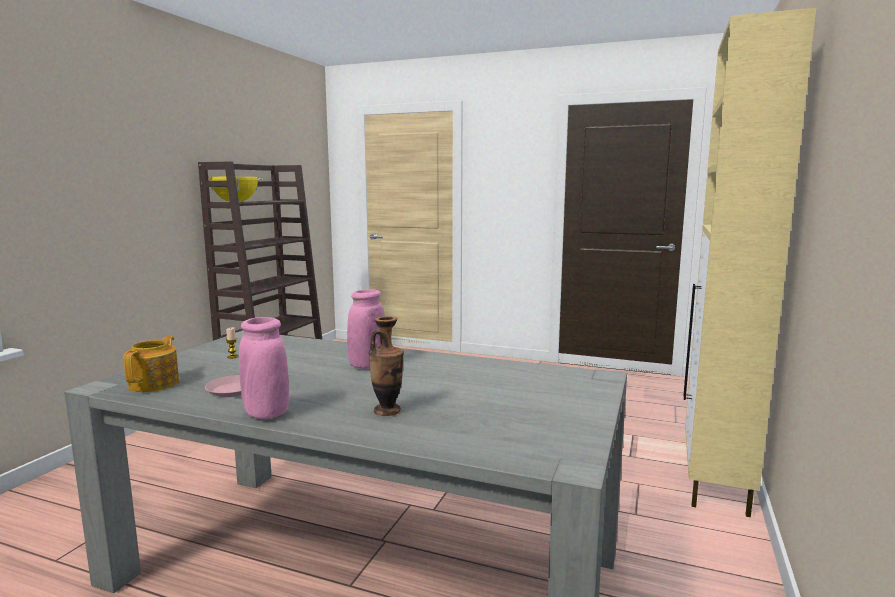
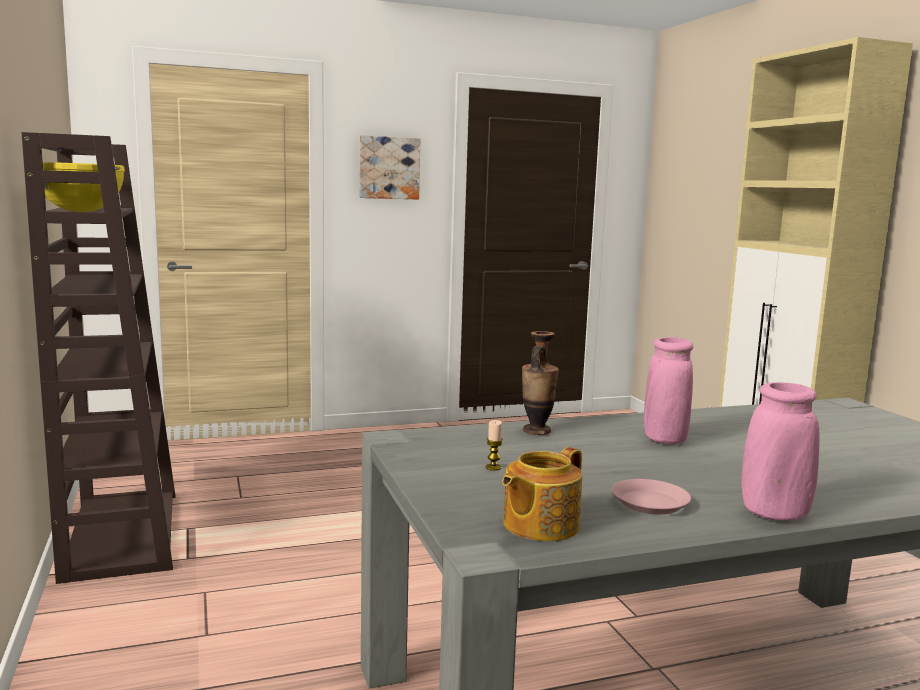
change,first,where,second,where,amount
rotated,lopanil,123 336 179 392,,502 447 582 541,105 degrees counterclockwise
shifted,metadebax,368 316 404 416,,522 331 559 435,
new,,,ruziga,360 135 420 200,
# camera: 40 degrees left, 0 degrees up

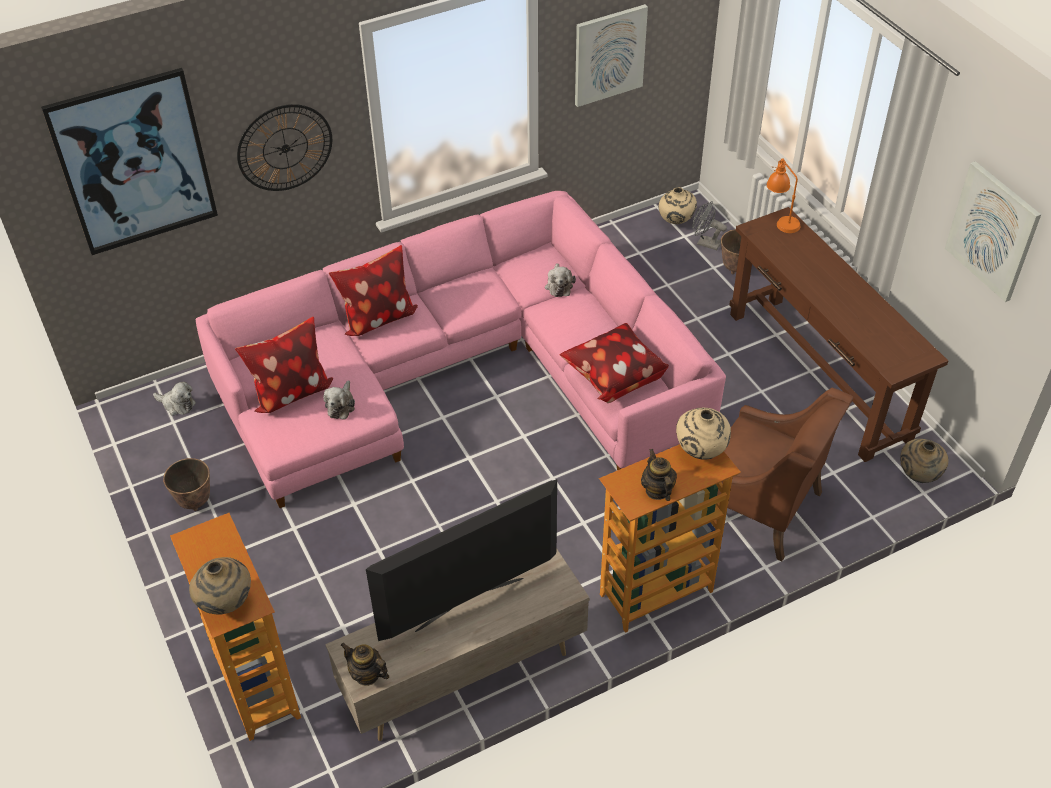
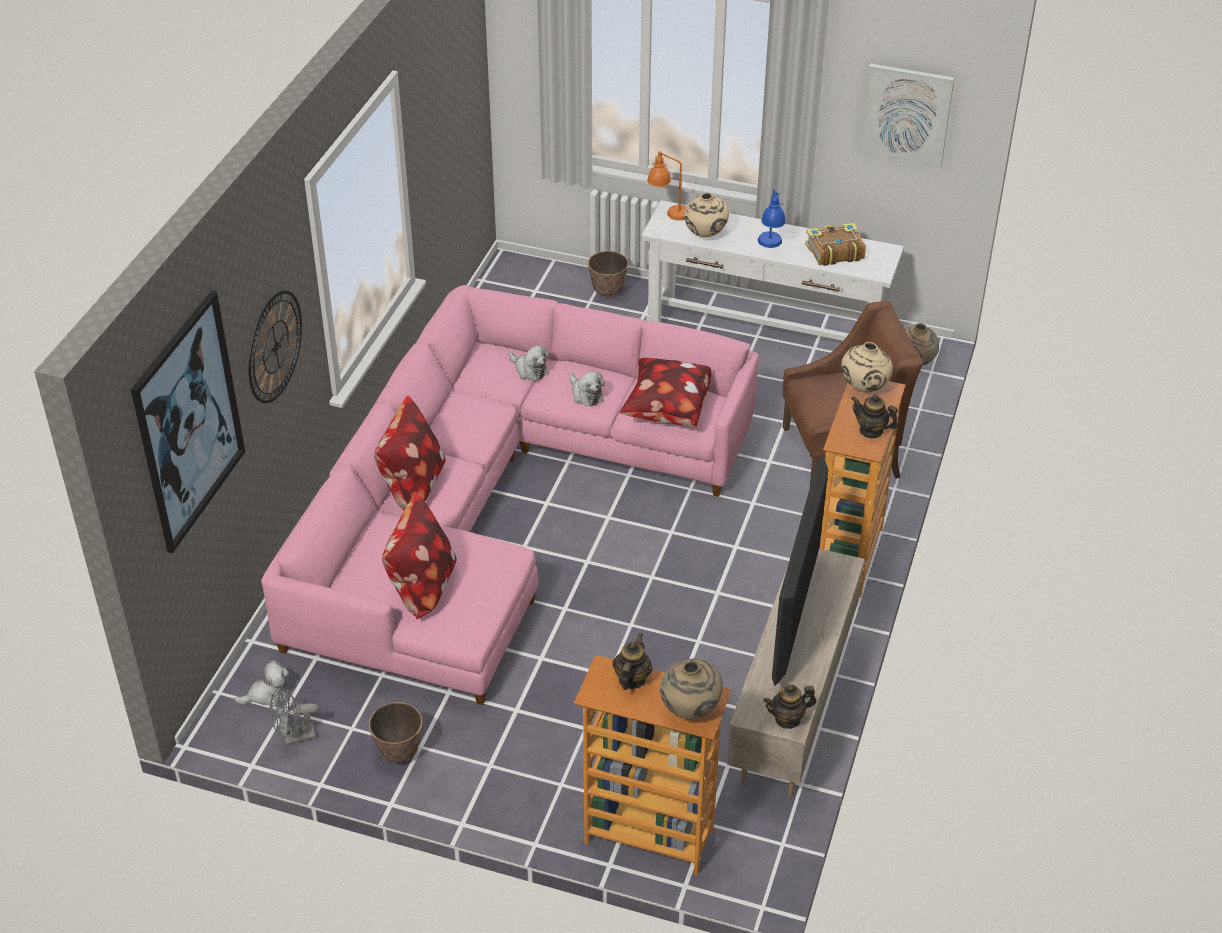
change,first,where,second,where,amount
shifted,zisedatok,323 380 355 420,,570 371 605 407,
gone,ruziga,575 4 648 107,,,
shifted,beige metadebax,658 187 697 224,,684 193 729 238,
shifted,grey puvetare,692 201 727 250,,269 685 318 745,
repainted,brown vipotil,729 207 948 462,white vipotil,641 200 904 341,
new,,,lopanil,613 633 653 690,
new,,,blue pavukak,758 189 786 248,
new,,,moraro,805 223 866 266,
# camera: 45 degrees left, 5 degrees down

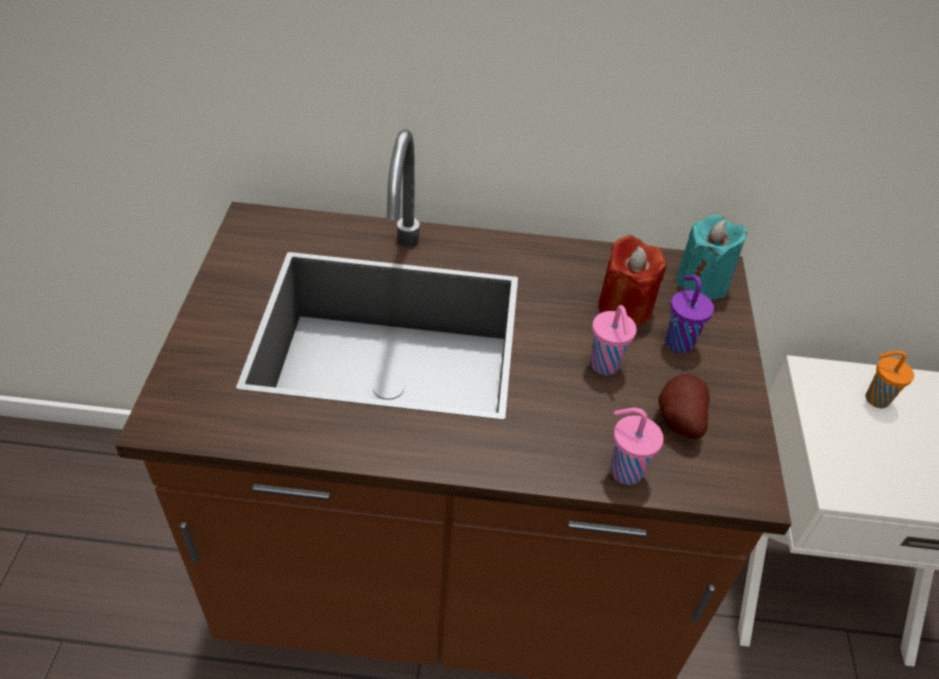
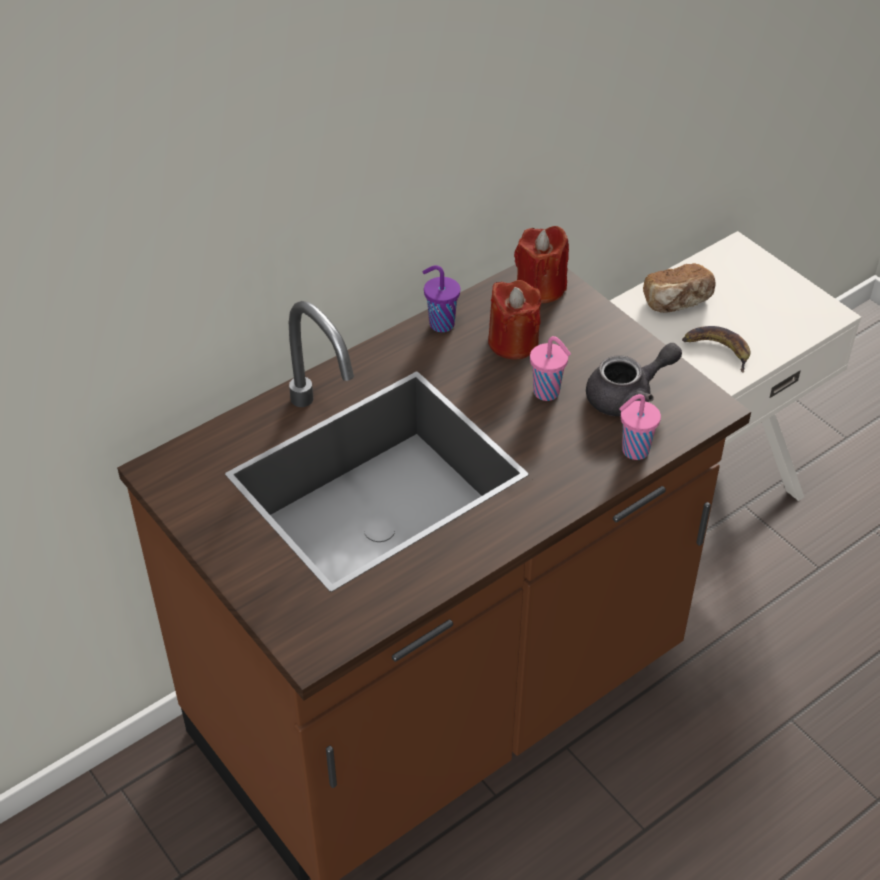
change,first,where,second,where,amount
swapped,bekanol,658 374 710 439,grey lopanil,586 343 682 416,
shifted,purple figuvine,666 275 714 353,,423 265 460 332,
repainted,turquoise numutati,676 215 747 300,red numutati,514 226 569 303,
swapped,orange figuvine,865 351 914 408,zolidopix,643 263 716 313,
new,,,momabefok,682 326 751 373,
# camera: 40 degrees left, 0 degrees up

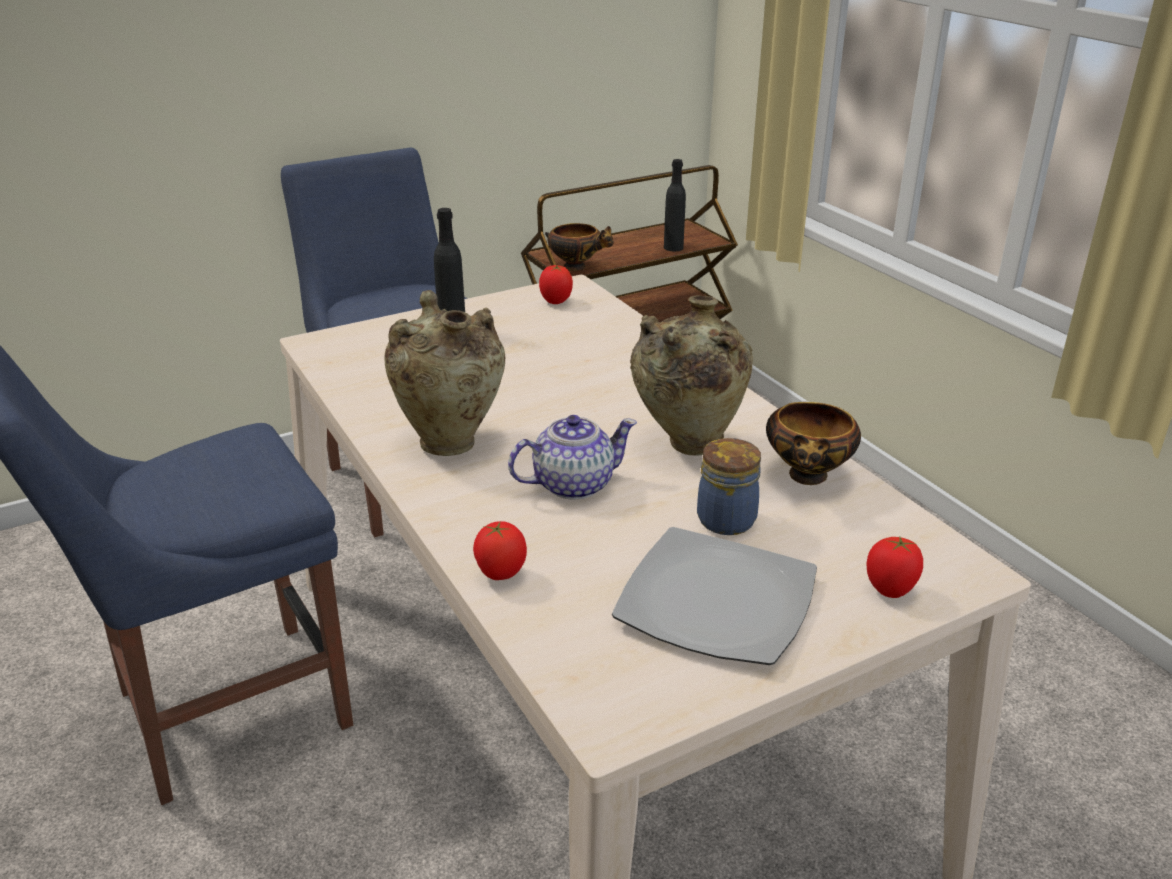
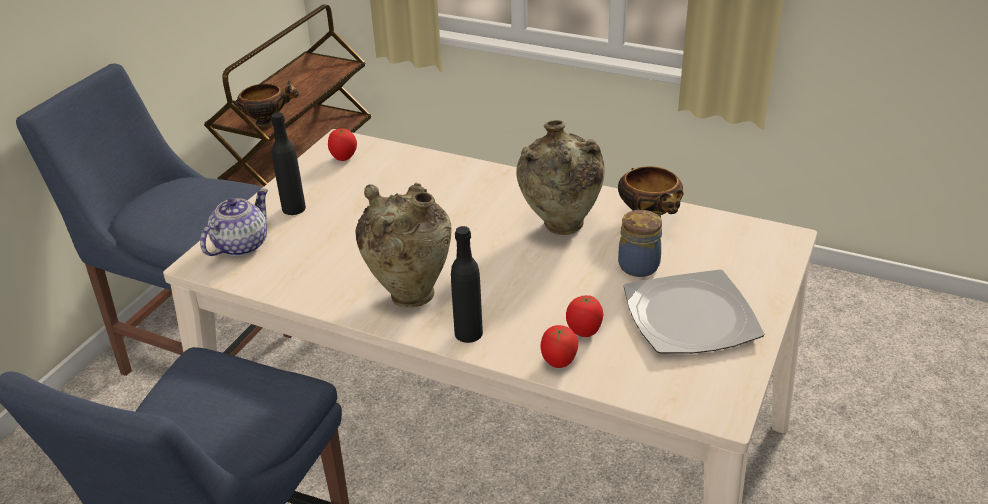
change,first,where,second,where,amount
shifted,lopanil,508 415 637 500,,200 189 268 256,
shifted,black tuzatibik,664 159 686 251,,451 226 483 343,
shifted,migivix,866 537 923 598,,566 295 603 337,
# camera: 35 degrees left, 5 degrees up

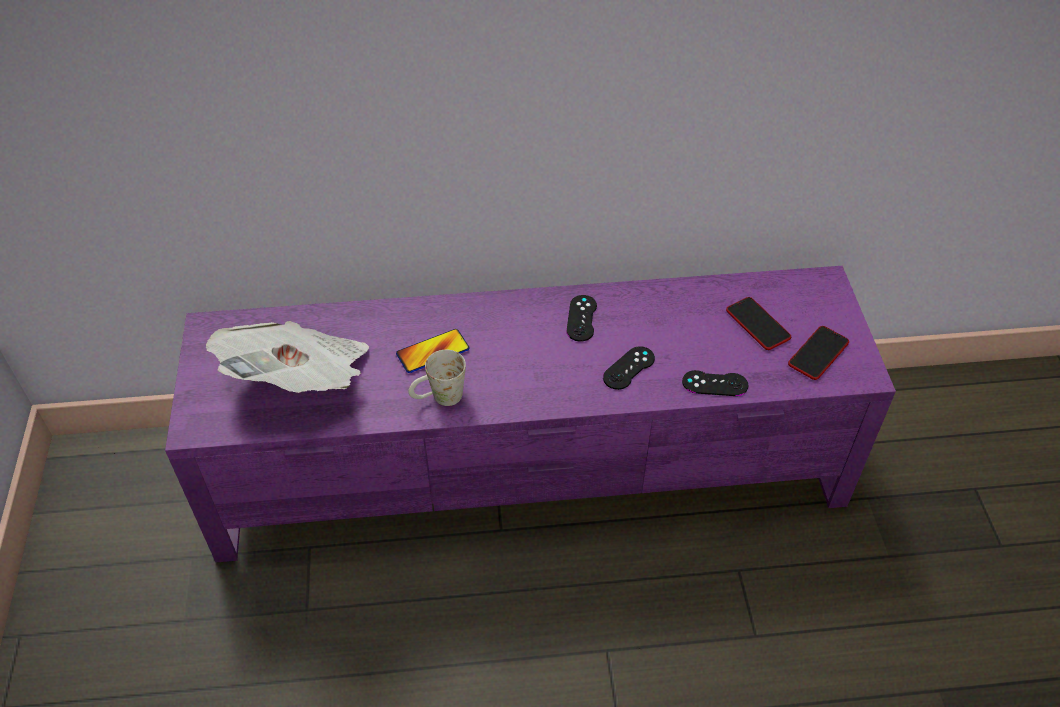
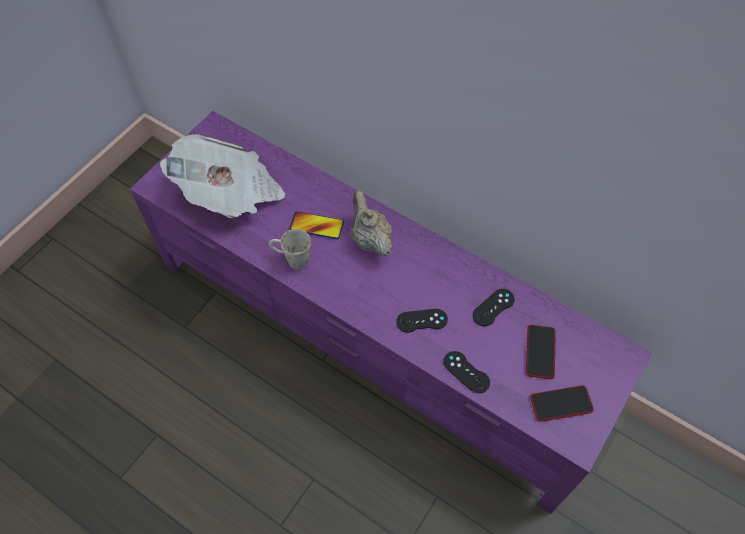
change,first,where,second,where,amount
shifted,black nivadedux,566 295 597 342,,472 289 515 326,
new,,,beige lopanil,351 190 392 256,
# camera: 40 degrees right, 10 degrees up

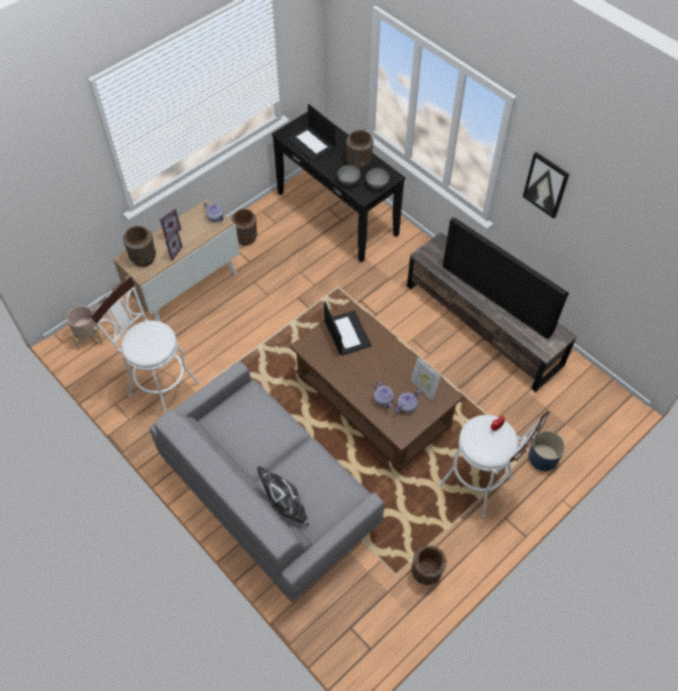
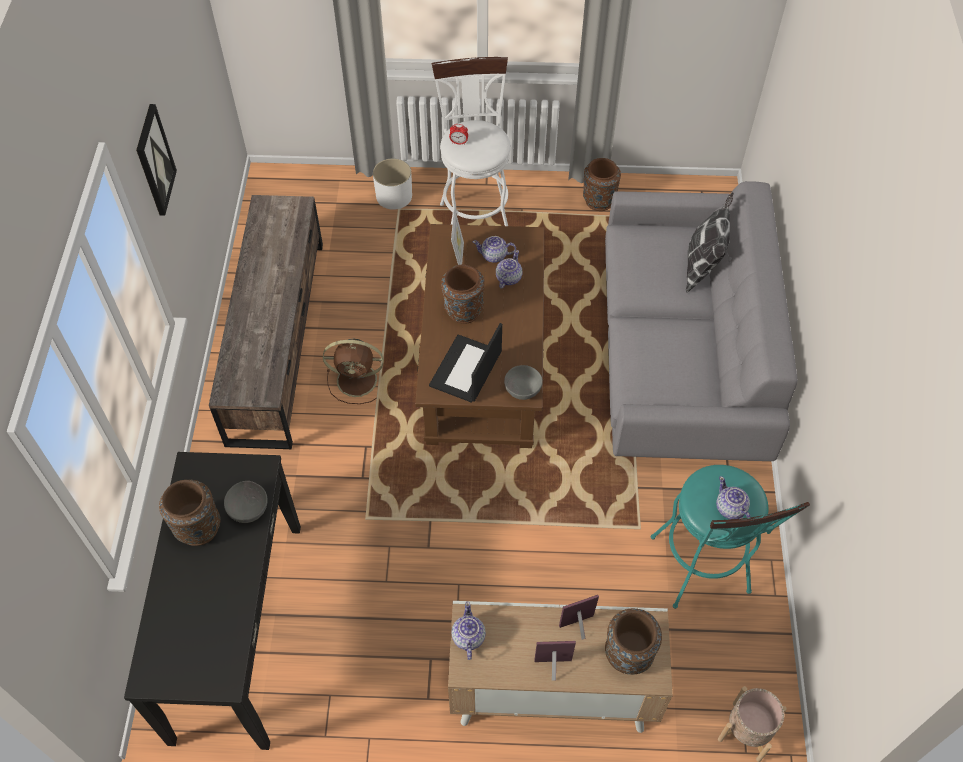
change,first,where,second,where,amount
repainted,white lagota,89 275 200 413,turquoise lagota,651 465 810 609,
shifted,brown metadebax,231 209 257 245,,441 264 484 324,
gone,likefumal,287 104 335 161,,,
shifted,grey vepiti,366 168 389 189,,504 365 543 400,
gone,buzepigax,443 217 569 339,,,
repainted,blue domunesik,528 431 565 471,white domunesik,373 158 412 210,
new,,,brown puvetare,323 339 384 404,
new,,,lopanil,716 476 751 519,
# camera: 135 degrees left, 0 degrees up

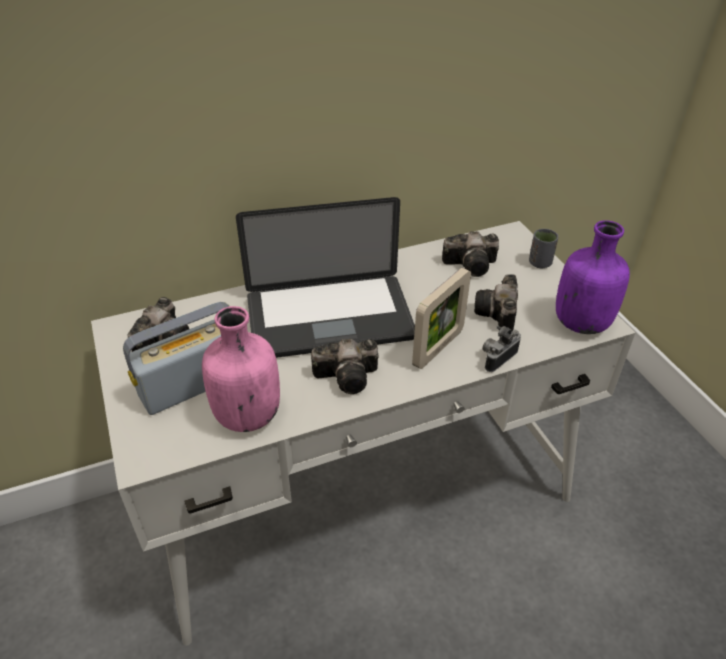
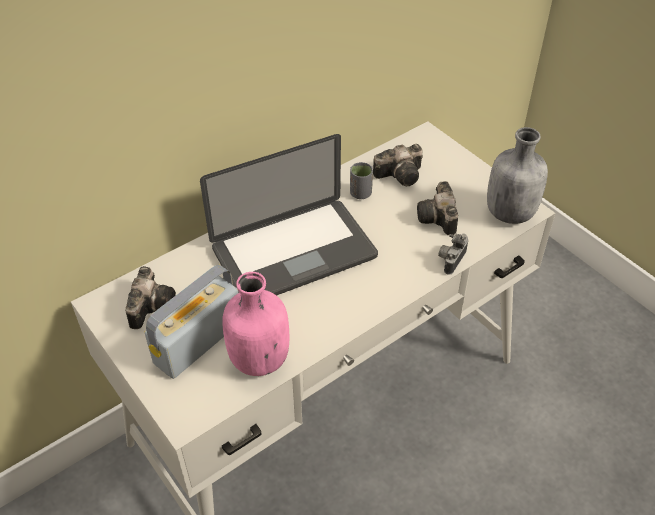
change,first,where,second,where,amount
gone,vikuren,311 338 378 394,,,
gone,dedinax,412 268 471 369,,,
shifted,grey figuvine,529 229 558 268,,350 162 373 199,
repainted,purple tuzatibik,556 220 630 334,grey tuzatibik,487 127 548 224,
# camera: 15 degrees left, 5 degrees up

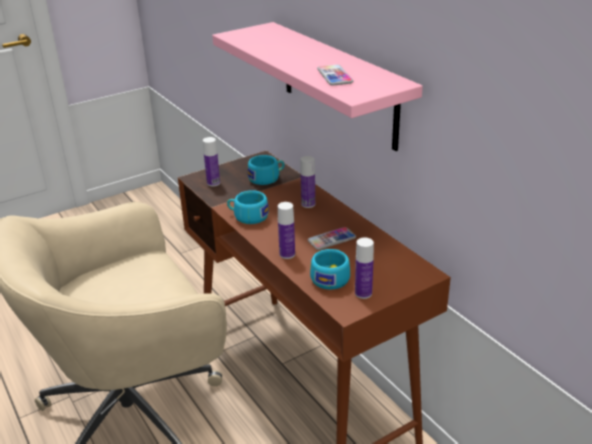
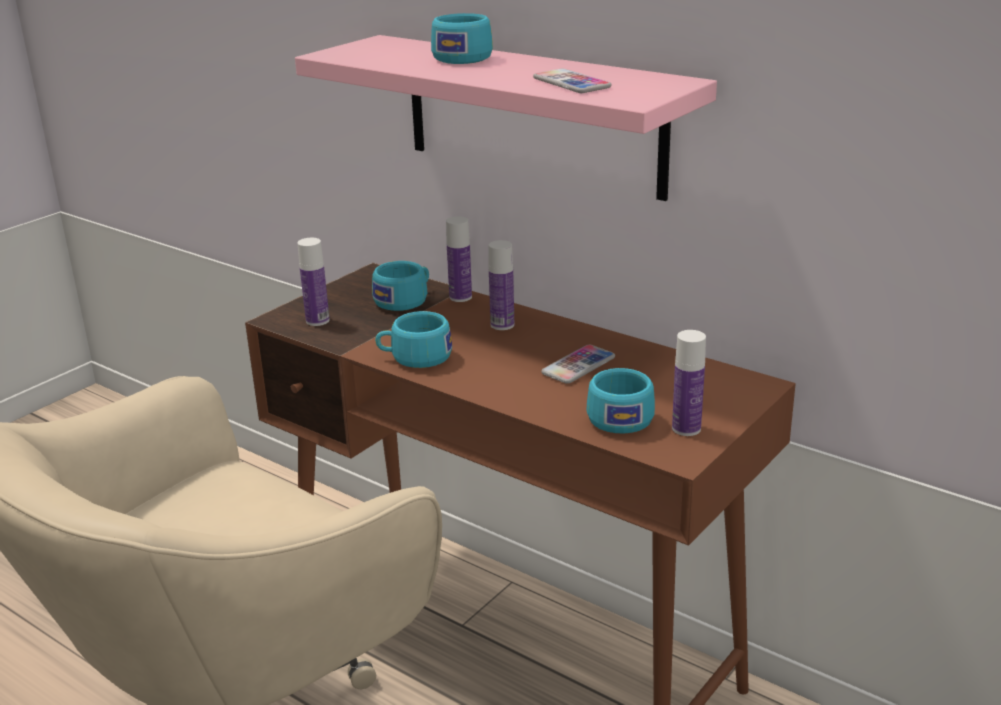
change,first,where,second,where,amount
shifted,tuzatibik,278 202 295 259,,446 216 472 302,
new,,,turquoise figuvine,431 13 493 64,
# camera: 20 degrees left, 5 degrees down

